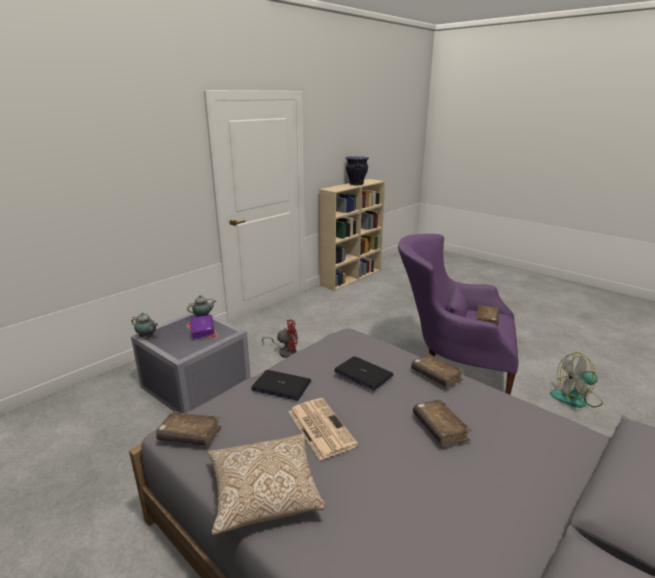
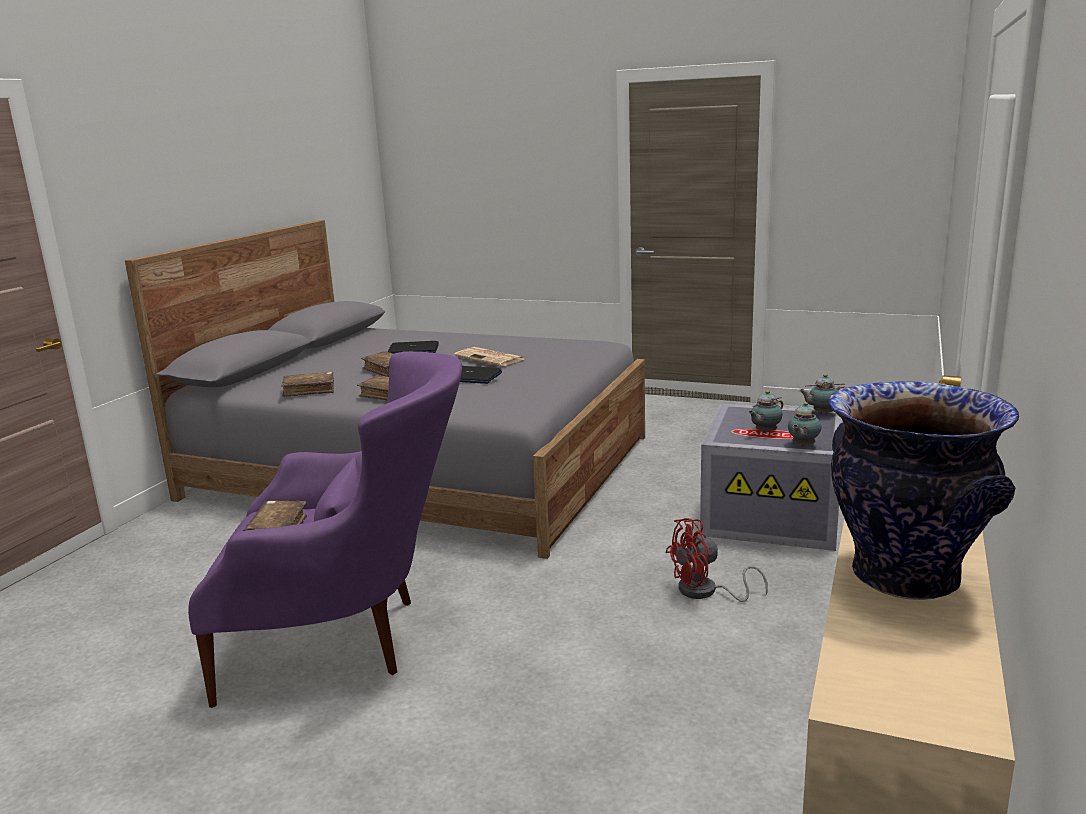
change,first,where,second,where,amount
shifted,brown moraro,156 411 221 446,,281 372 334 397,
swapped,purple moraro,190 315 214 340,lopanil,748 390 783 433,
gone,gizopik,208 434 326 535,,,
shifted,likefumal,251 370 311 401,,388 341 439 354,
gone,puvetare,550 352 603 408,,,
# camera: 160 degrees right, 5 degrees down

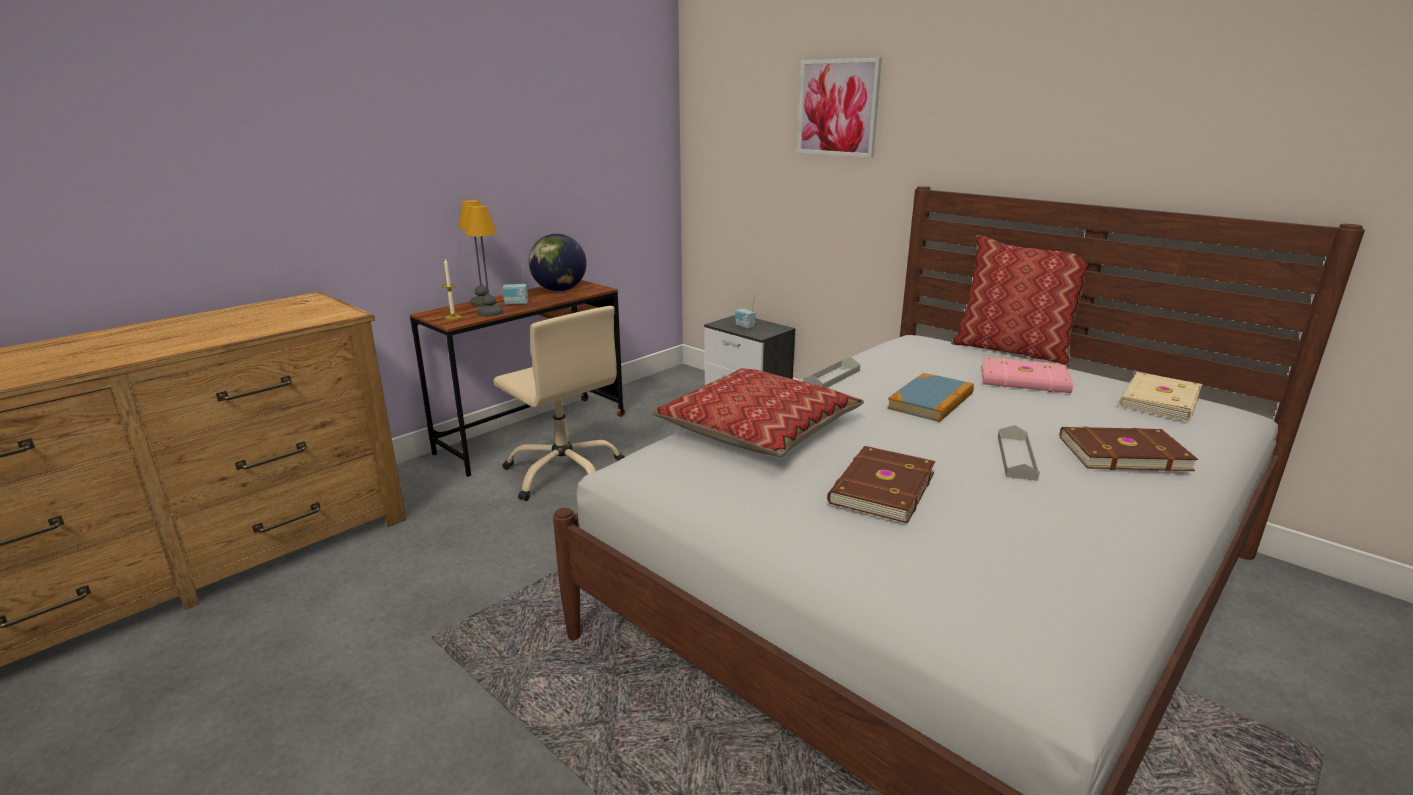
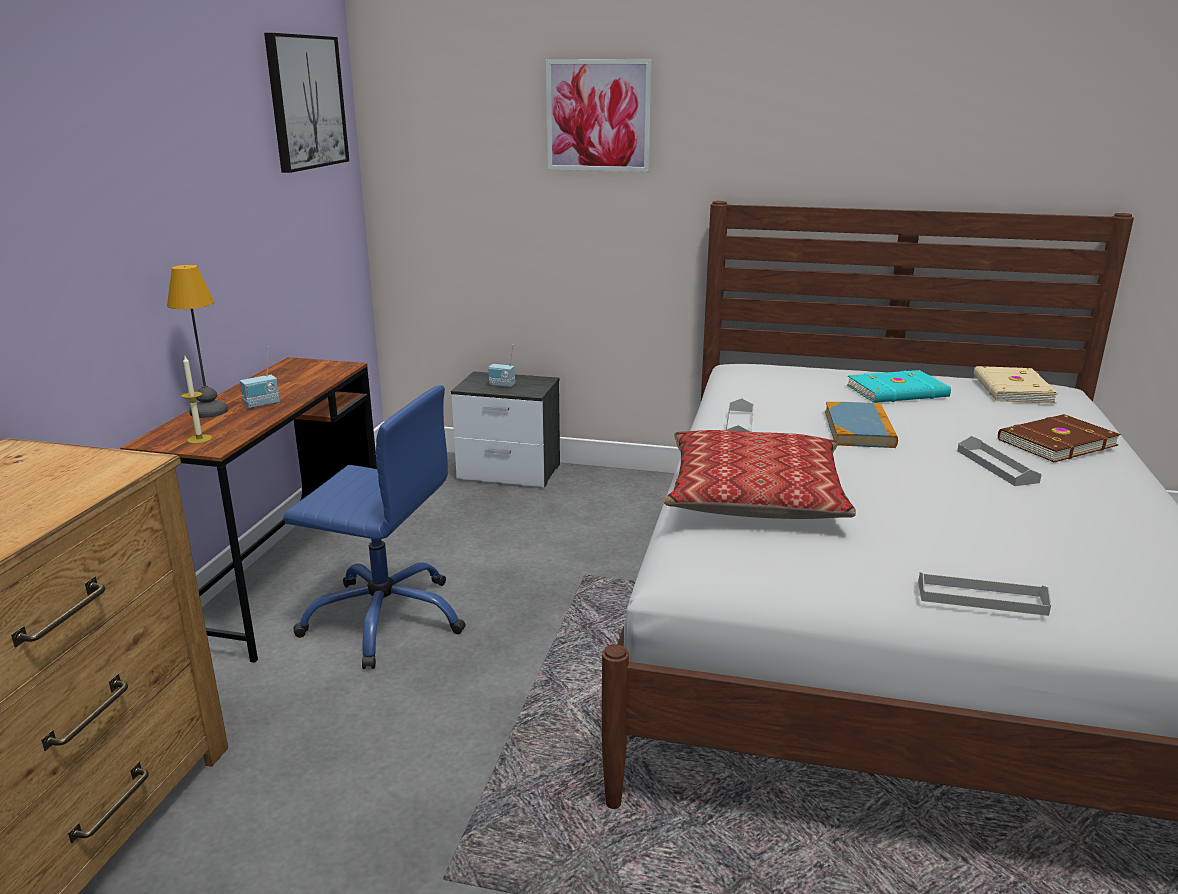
change,first,where,second,where,amount
gone,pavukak,465 205 503 316,,,
repainted,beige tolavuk,494 306 625 501,blue tolavuk,283 385 466 669,
gone,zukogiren,529 234 586 292,,,
gone,brown moraro,827 446 936 524,,,
gone,gizopik,951 235 1091 366,,,
repainted,pink moraro,981 357 1073 393,turquoise moraro,847 370 951 403,
new,,,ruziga,264 33 349 173,
new,,,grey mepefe,918 572 1051 616,
# camera: 30 degrees left, 0 degrees up

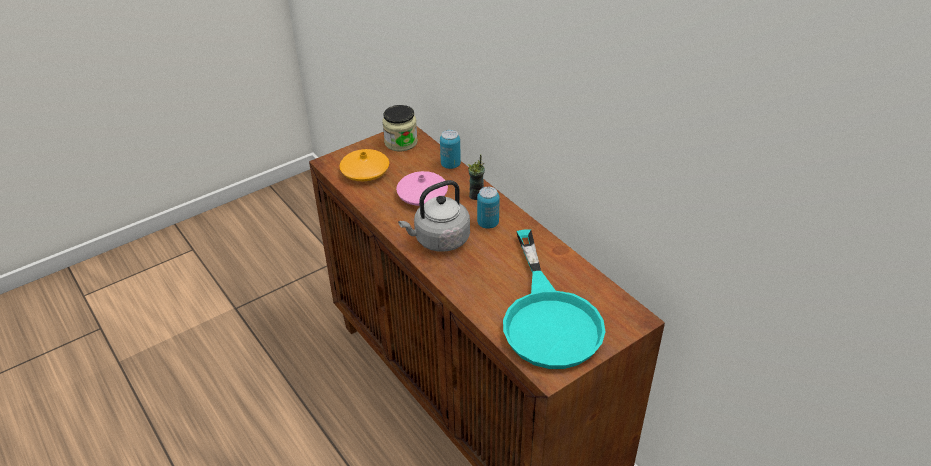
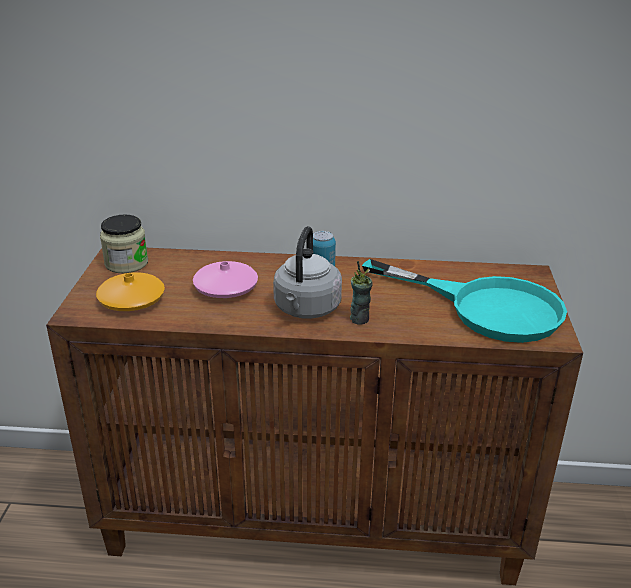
change,first,where,second,where,amount
gone,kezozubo,440 130 461 169,,,
shifted,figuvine,467 155 485 200,,350 261 373 325,
# camera: 50 degrees left, 10 degrees down

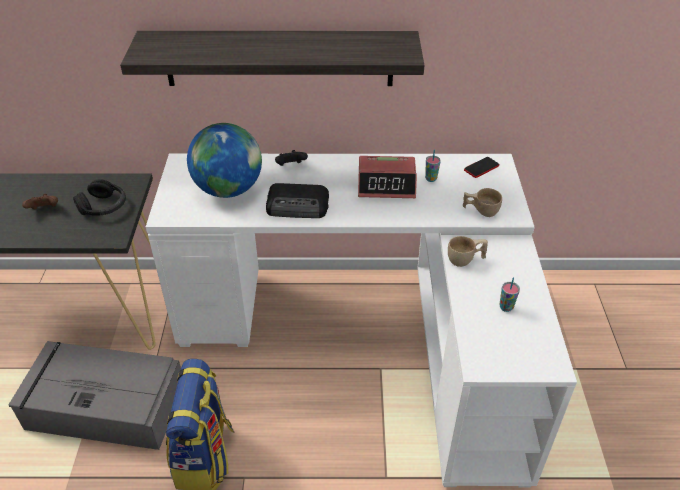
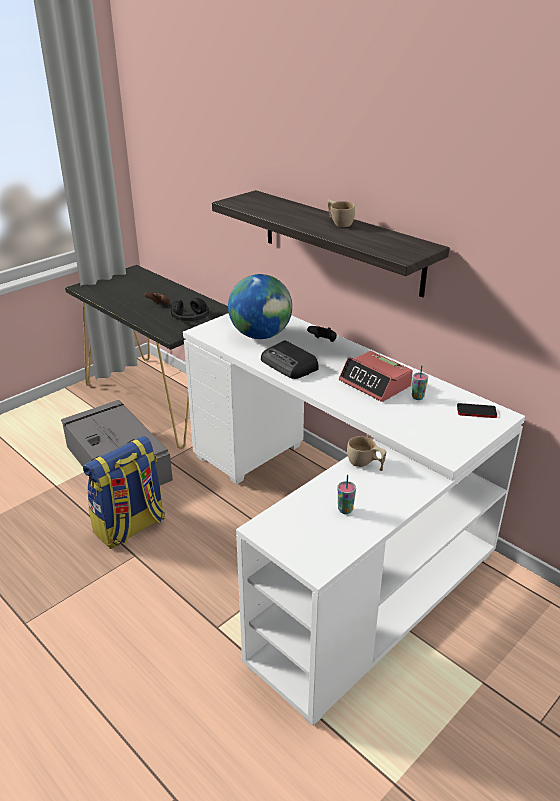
change,first,where,second,where,amount
shifted,beige figuvine,463 188 502 217,,328 199 355 227,
# camera: 45 degrees right, 10 degrees down

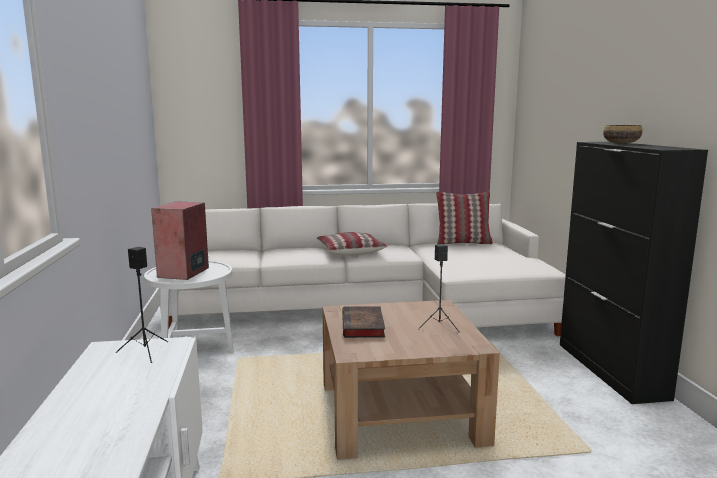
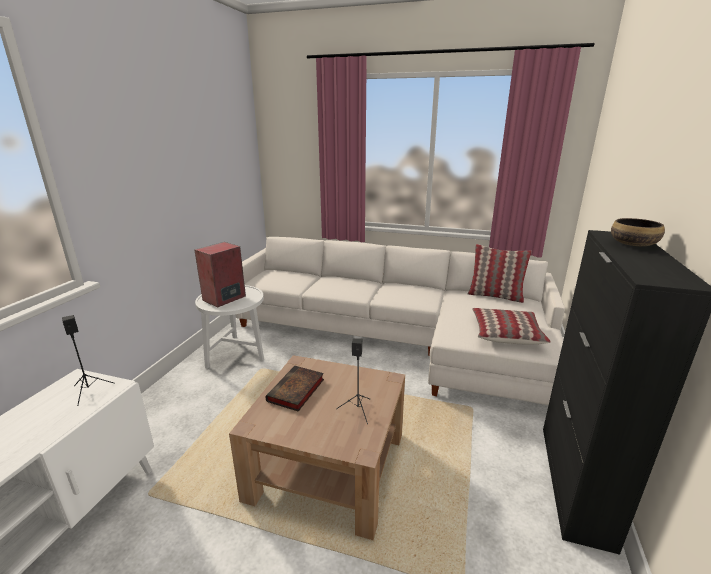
change,first,where,second,where,amount
shifted,gizopik,317 232 387 256,,472 308 551 344,
# camera: 25 degrees right, 10 degrees up

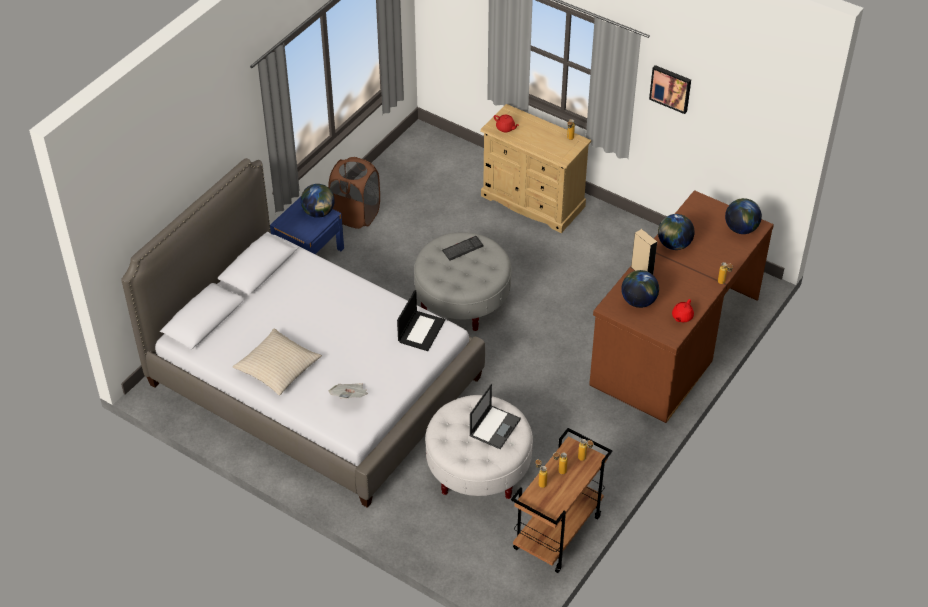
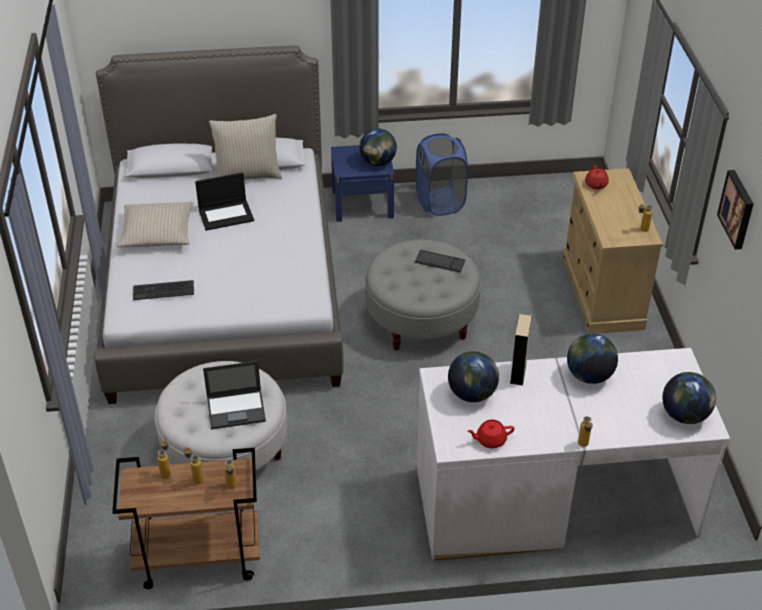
change,first,where,second,where,amount
repainted,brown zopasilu,328 157 380 229,blue zopasilu,416 133 468 216,
swapped,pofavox,329 383 368 399,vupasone,133 280 194 300,
shifted,likefumal,397 290 445 351,,195 172 254 231,
repainted,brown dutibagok,589 190 774 423,white dutibagok,417 348 730 561,
new,,,beige gizopik,209 114 282 180,
# camera: 50 degrees right, 5 degrees down

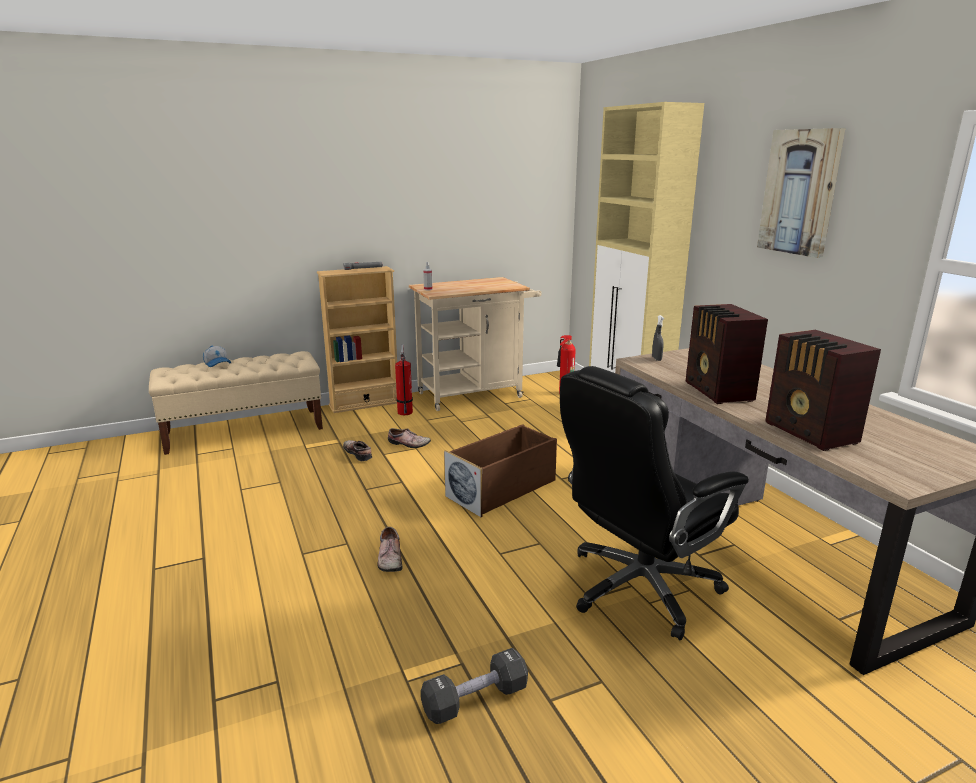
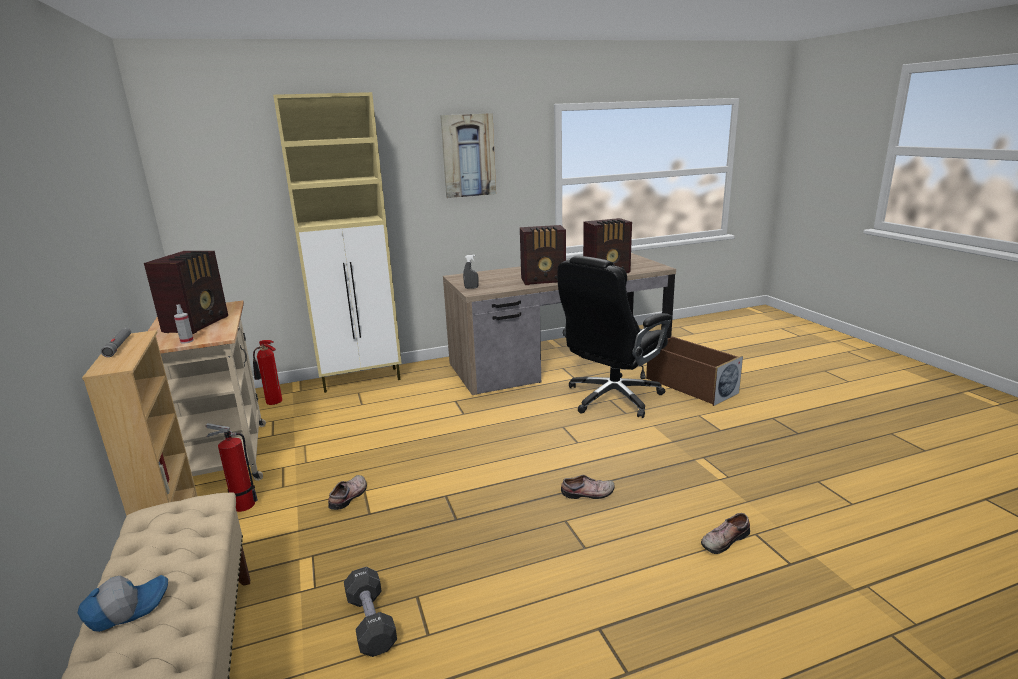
change,first,where,second,where,amount
shifted,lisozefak,343 440 372 461,,701 513 750 554,
shifted,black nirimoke,421 648 528 724,,344 567 397 657,
shifted,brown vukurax,444 424 557 517,,646 337 743 406,
rotated,black tolavuk,560 366 749 640,,558 256 672 418,75 degrees clockwise
new,,,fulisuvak,144 251 228 334,
# camera: 85 degrees left, 0 degrees up

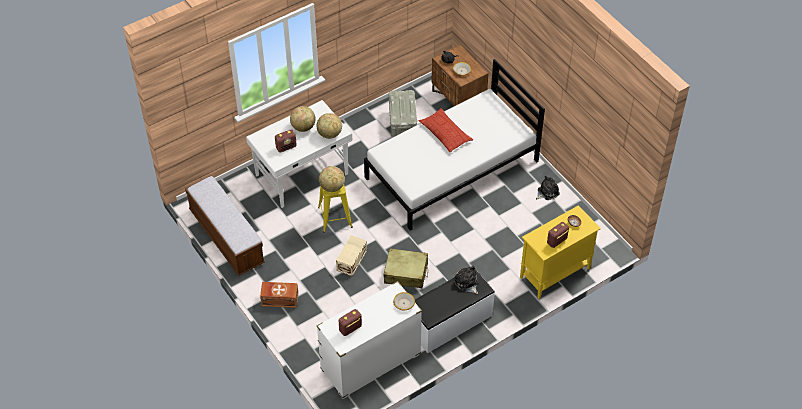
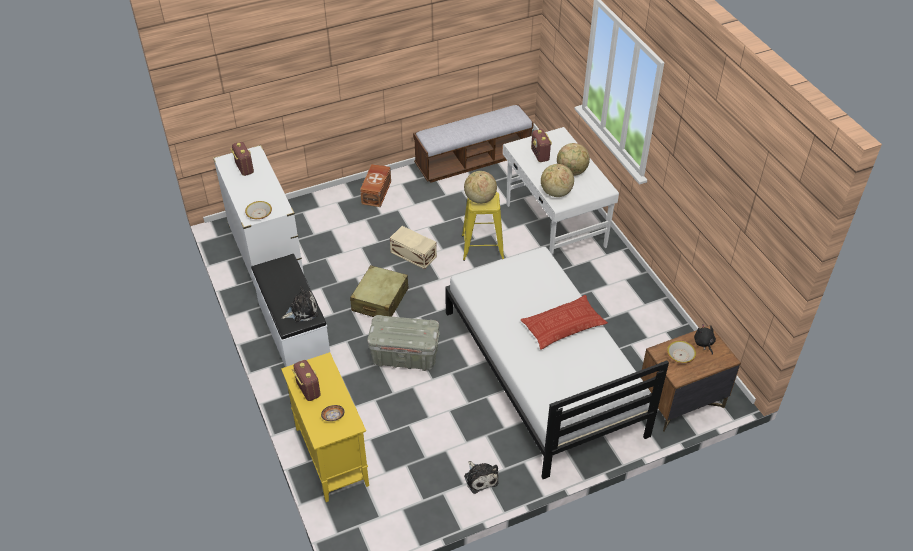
change,first,where,second,where,amount
shifted,grey vukurax,389 90 417 138,,367 315 440 371,
# camera: 100 degrees right, 5 degrees down

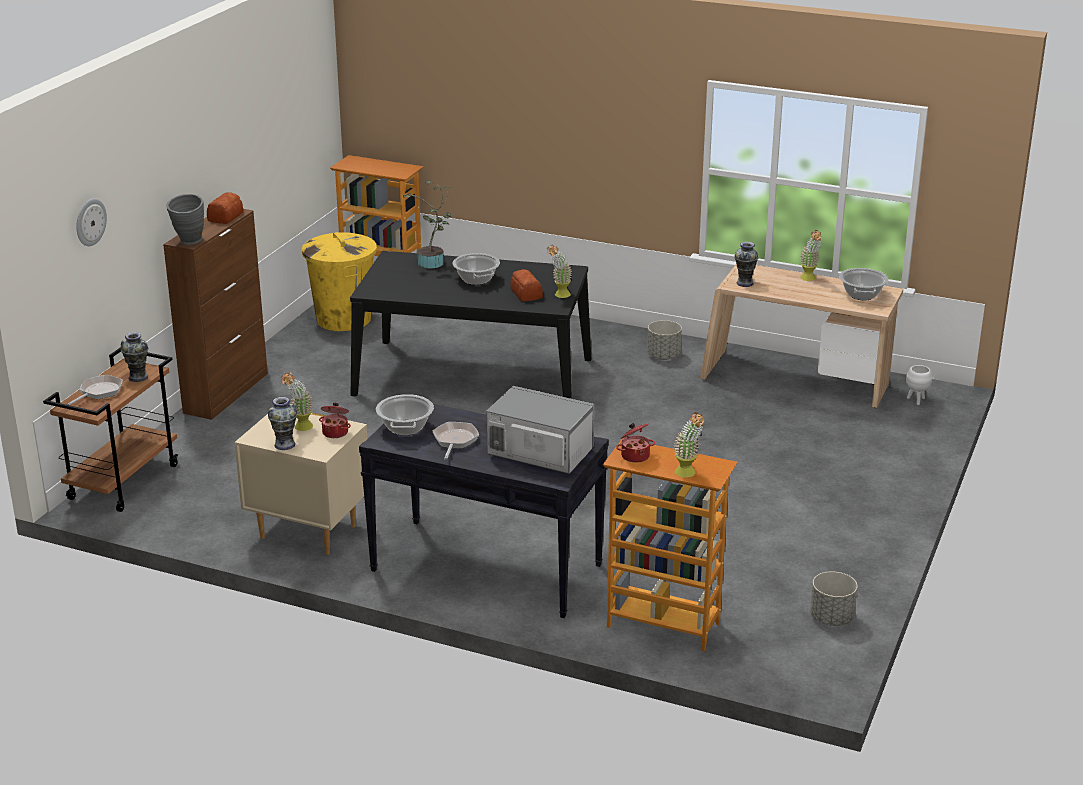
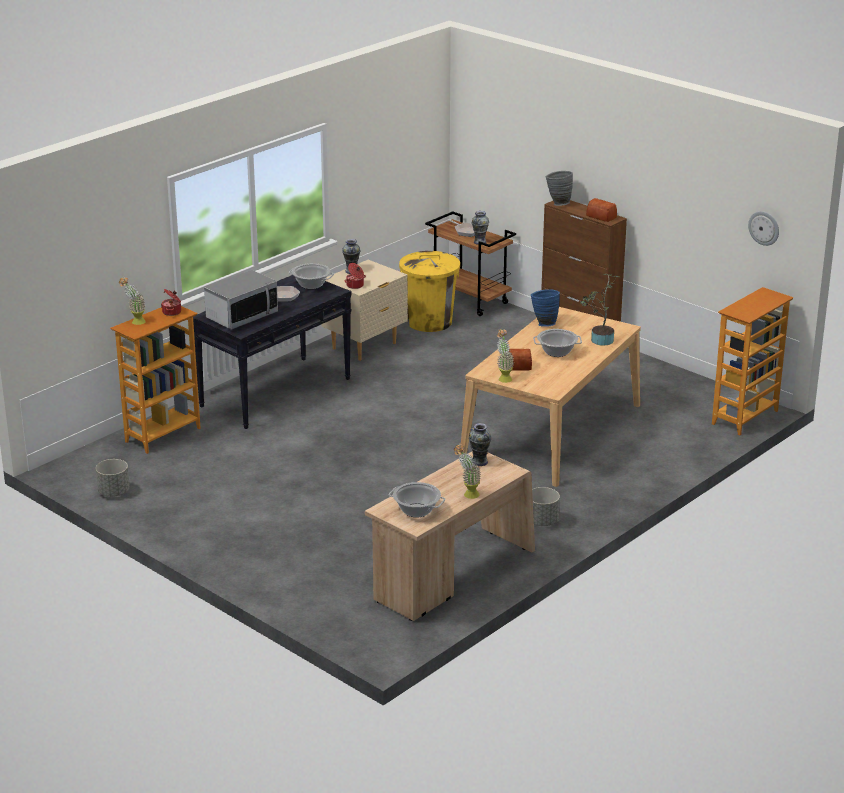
change,first,where,second,where,amount
shifted,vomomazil,76 199 107 246,,748 211 779 246,
gone,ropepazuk,281 372 313 431,,,
shifted,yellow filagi,302 232 377 331,,399 251 460 332,
repainted,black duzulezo,350 251 591 399,beige duzulezo,459 307 641 487,
gone,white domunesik,906 365 932 405,,,
new,,,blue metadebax,531 289 560 327,
# camera: 110 degrees right, 0 degrees up

